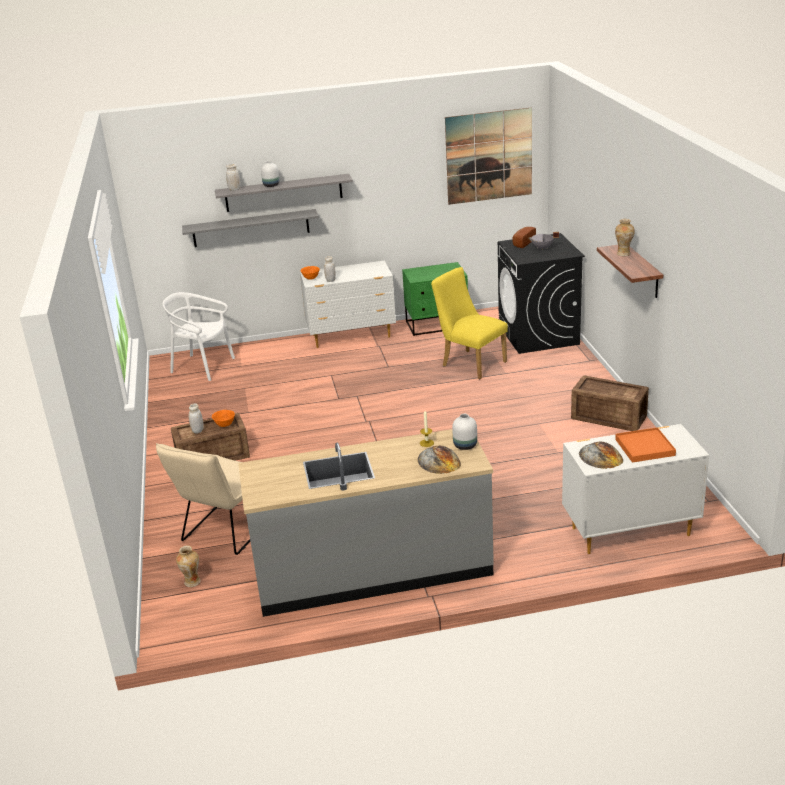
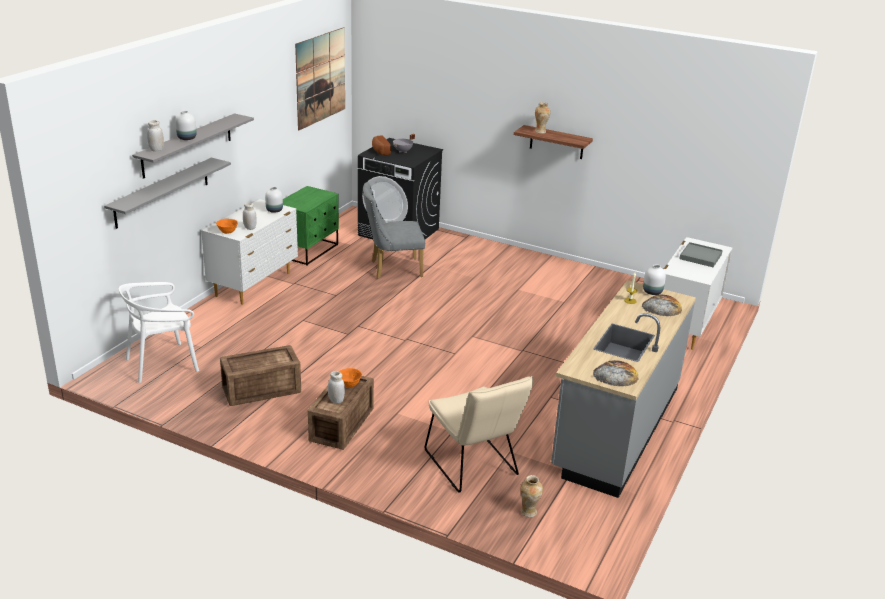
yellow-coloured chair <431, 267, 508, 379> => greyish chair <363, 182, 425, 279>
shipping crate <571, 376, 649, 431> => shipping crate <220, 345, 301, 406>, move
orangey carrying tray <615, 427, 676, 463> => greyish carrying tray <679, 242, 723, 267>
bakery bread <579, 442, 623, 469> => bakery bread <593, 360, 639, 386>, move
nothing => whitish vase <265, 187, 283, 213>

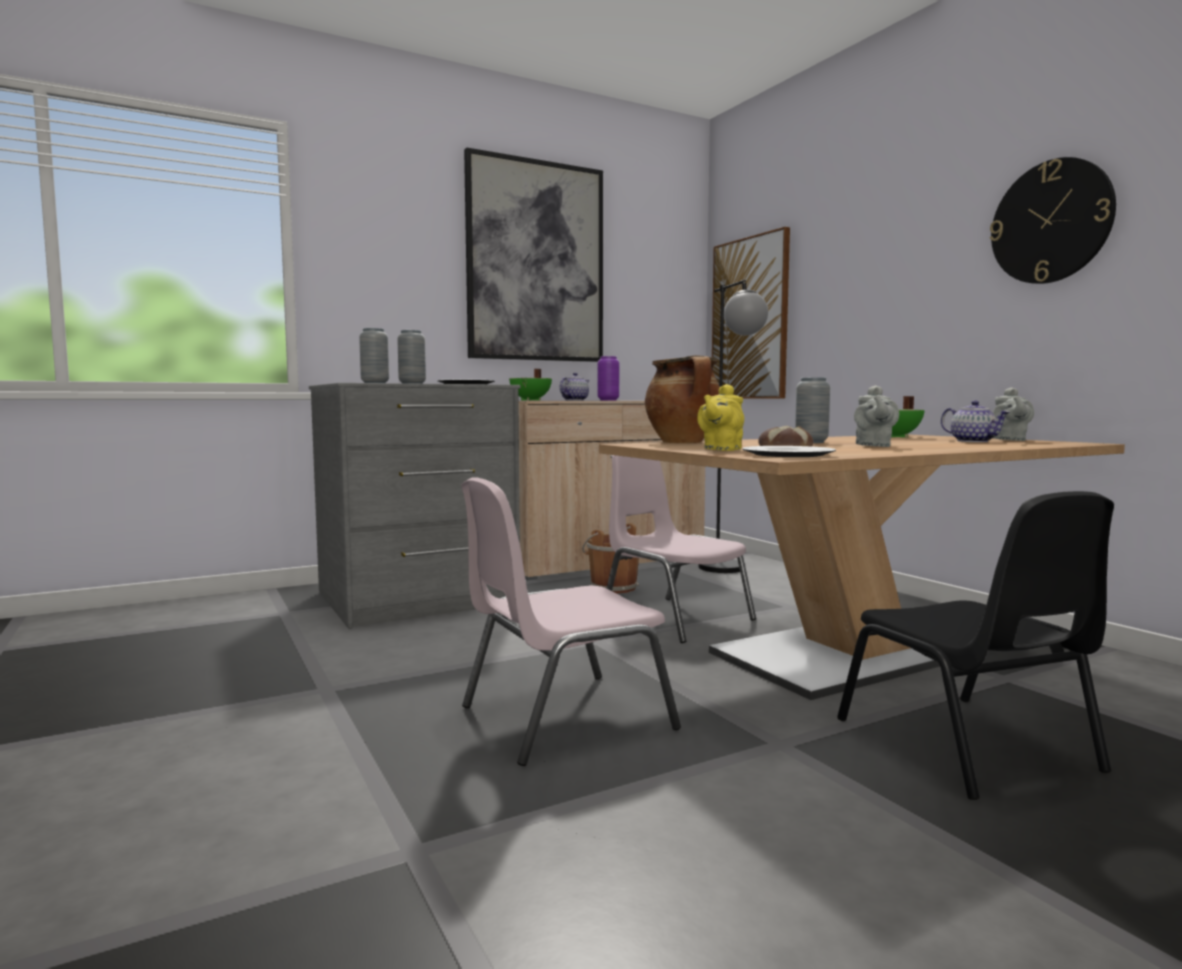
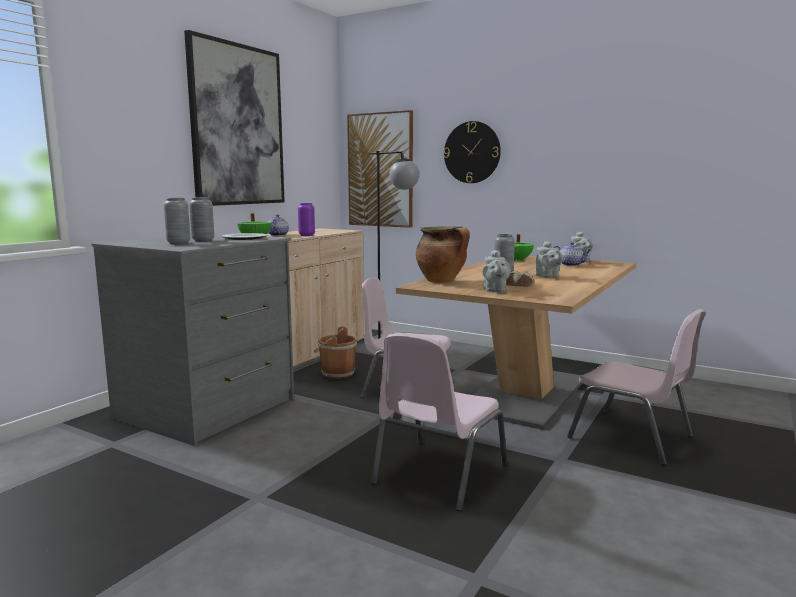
wall clock <990, 157, 1116, 284> => wall clock <444, 121, 501, 183>, move
yellow-coloured tea pot <697, 384, 744, 451> => greyish tea pot <482, 250, 511, 293>
flat dish <743, 446, 836, 457> => nothing
black-coloured chair <837, 491, 1114, 800> => pink chair <567, 309, 706, 466>

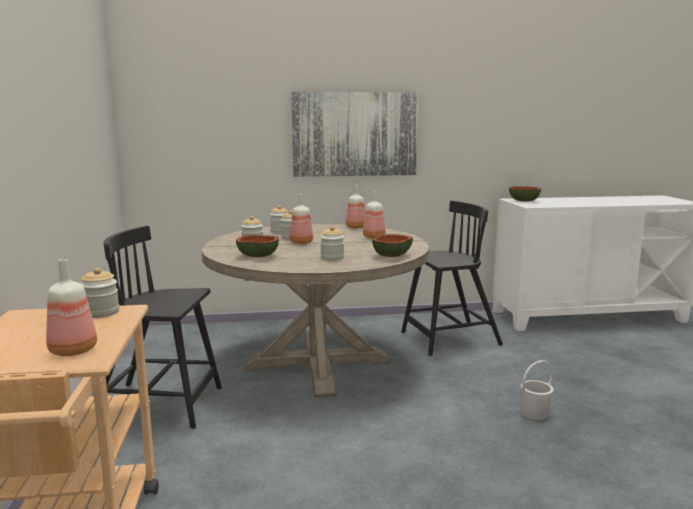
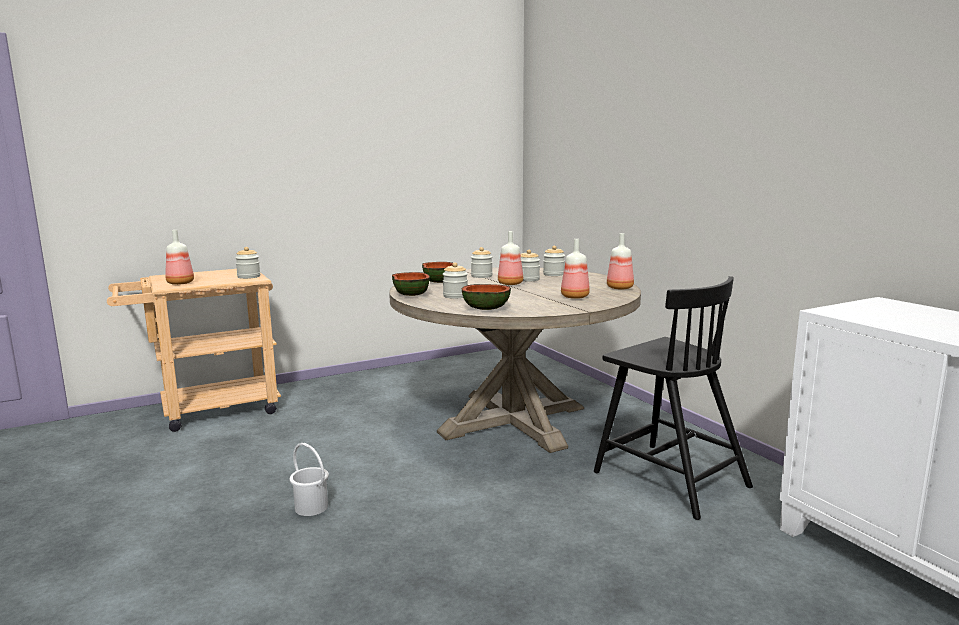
picture <291, 92, 419, 177> => nothing
serving bowl <509, 186, 541, 202> => serving bowl <392, 272, 430, 296>, move
black-coloured chair <104, 226, 222, 429> => nothing
whitish water bucket <521, 360, 554, 420> => whitish water bucket <290, 443, 329, 516>, move

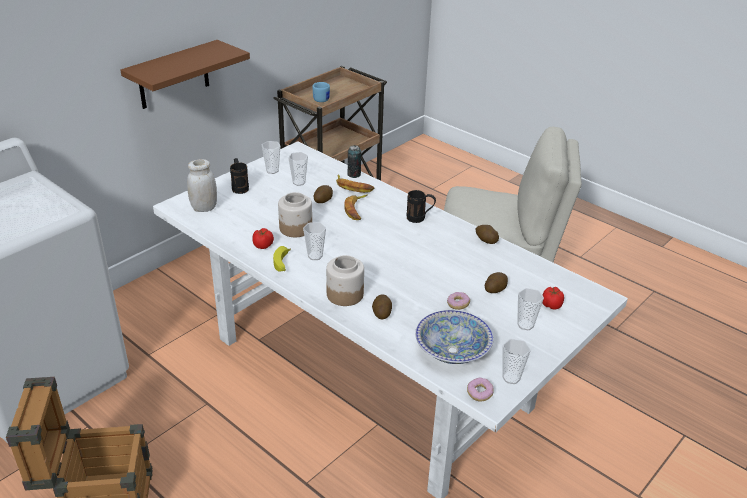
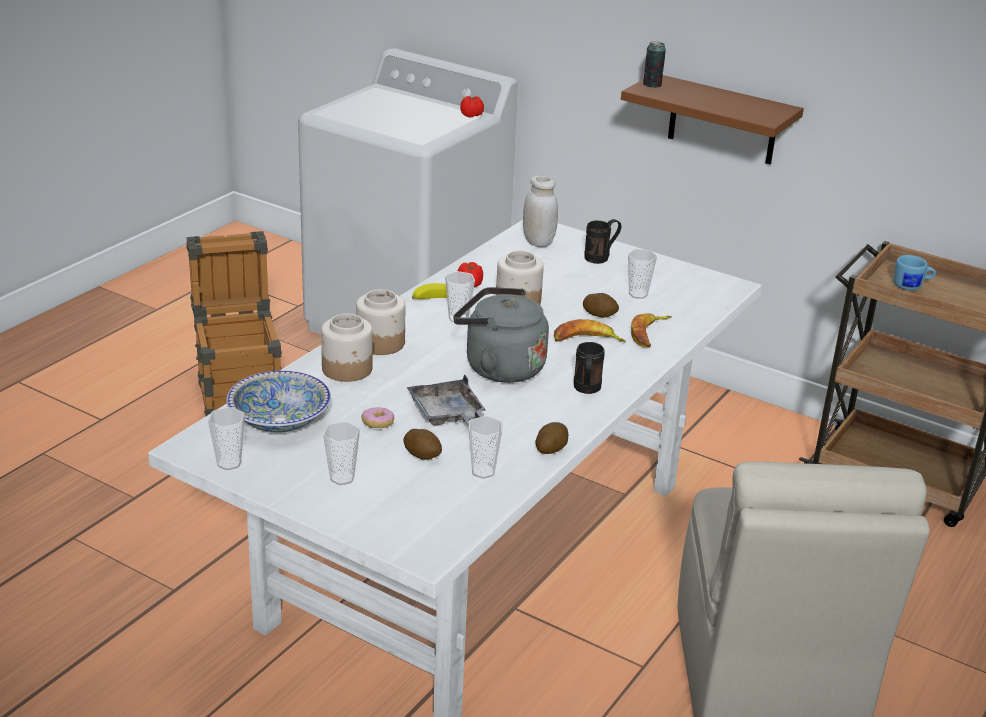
small cup <262, 141, 281, 174> => small cup <469, 416, 502, 479>, move
can <348, 145, 361, 178> => can <643, 41, 666, 88>, move
whole tomato <542, 287, 564, 310> => whole tomato <460, 96, 484, 118>, move
spud <372, 294, 392, 319> => preserve jar <321, 313, 373, 382>
donut <467, 378, 494, 402> => nothing
nothing => greyish kettle <453, 287, 549, 383>
nothing => greyish carrying tray <407, 374, 486, 426>

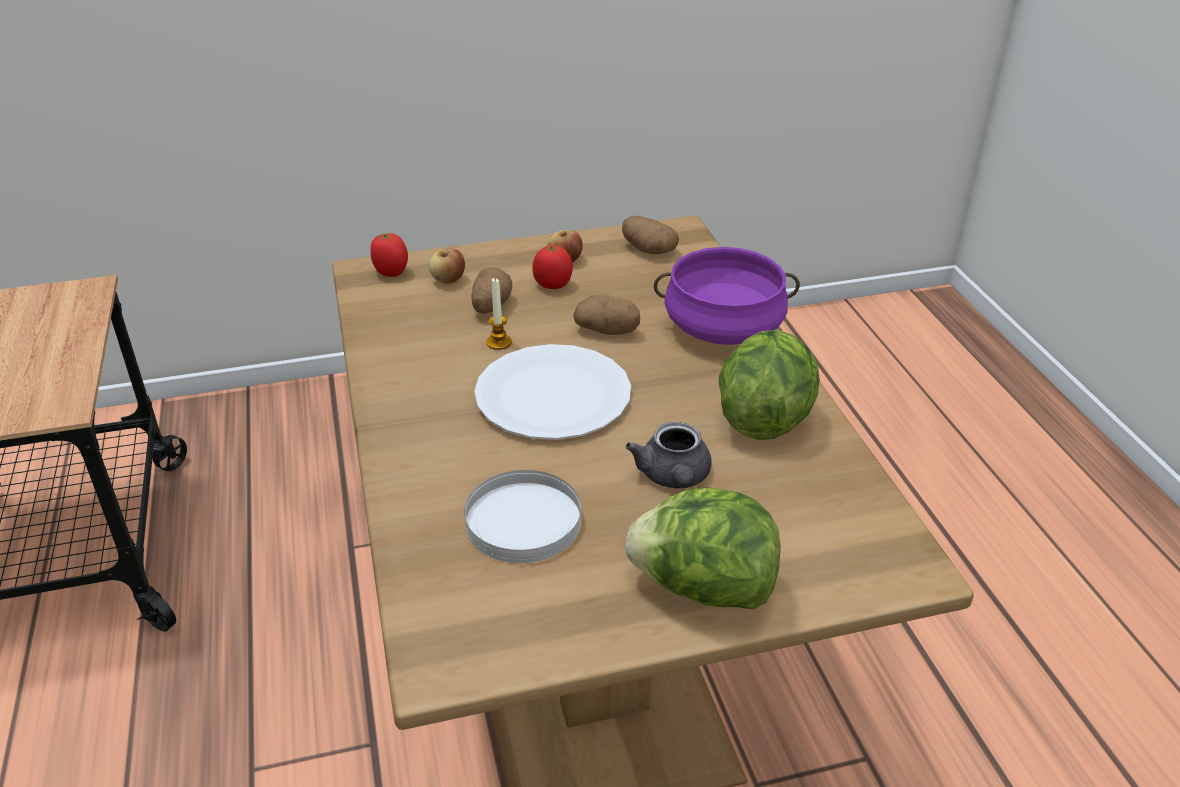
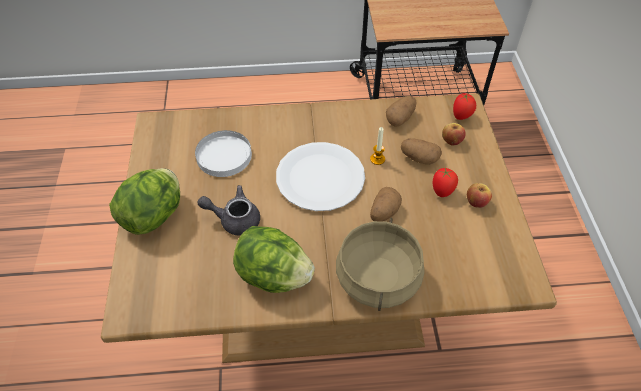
spud <622, 216, 679, 254> => spud <386, 96, 417, 127>, move
purple cooking pot <654, 247, 800, 345> => beige cooking pot <336, 218, 425, 311>

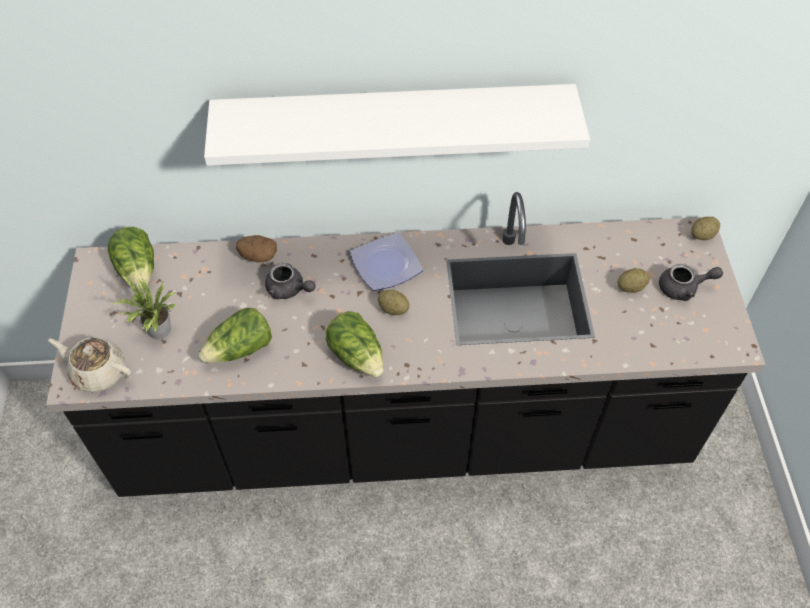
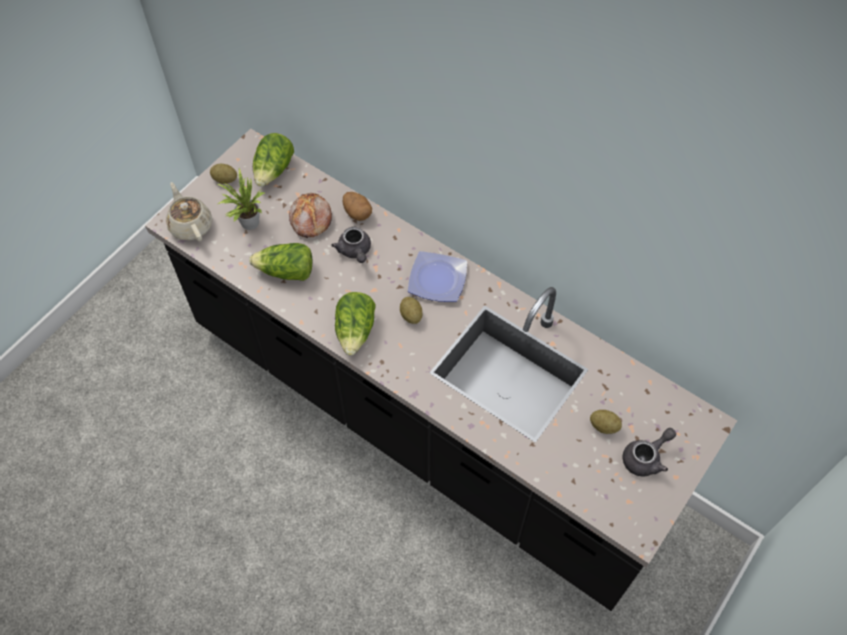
whitish wall shelf <204, 84, 590, 166> => nothing
spud <691, 217, 720, 240> => spud <210, 164, 237, 184>, move
greyish tea pot <659, 264, 723, 301> => greyish tea pot <623, 428, 676, 477>, 75 degrees counterclockwise
nothing => bakery bread <289, 193, 332, 238>

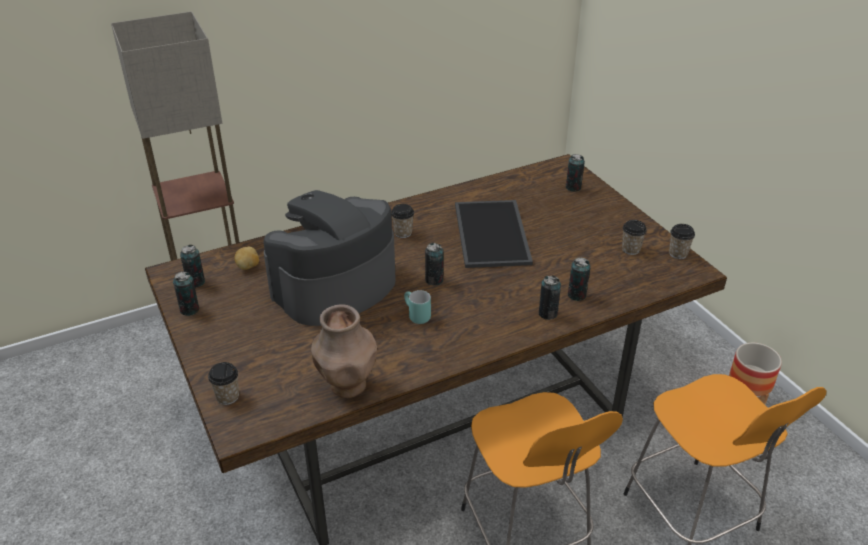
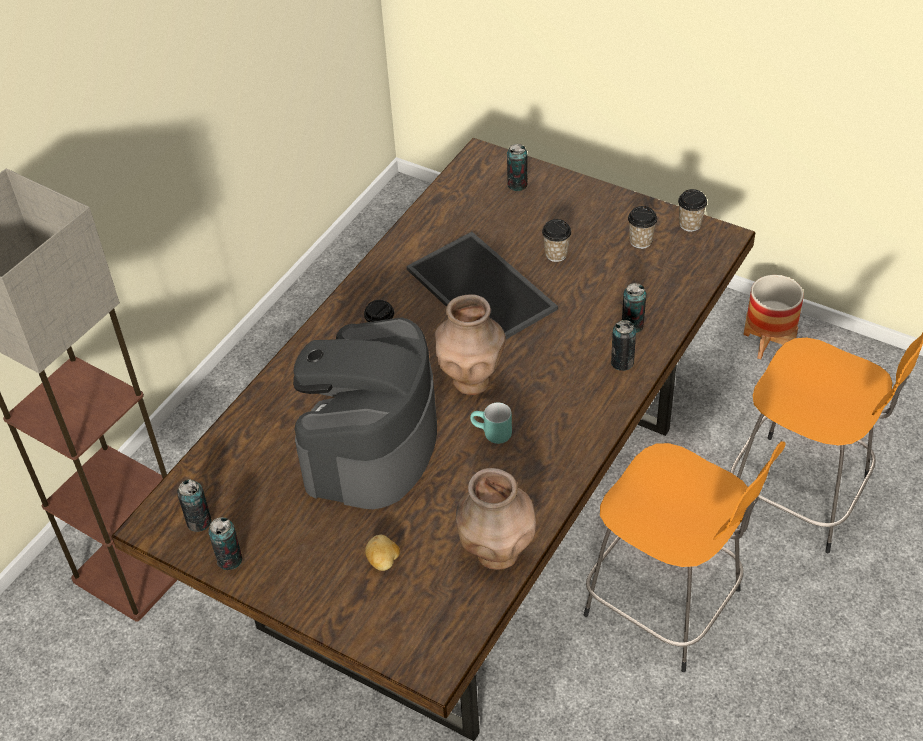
can <425, 243, 444, 286> => brown-coloured vase <435, 294, 506, 395>
spud <234, 247, 259, 270> => spud <365, 535, 400, 571>, move
small cup <208, 362, 239, 405> => small cup <542, 219, 571, 262>, move

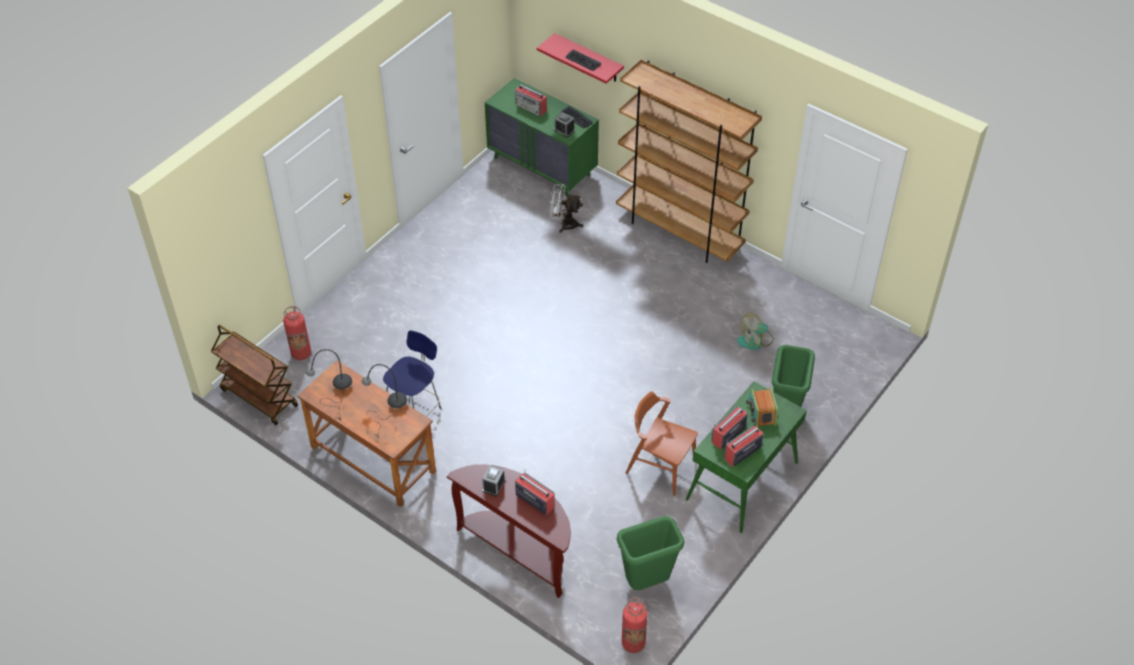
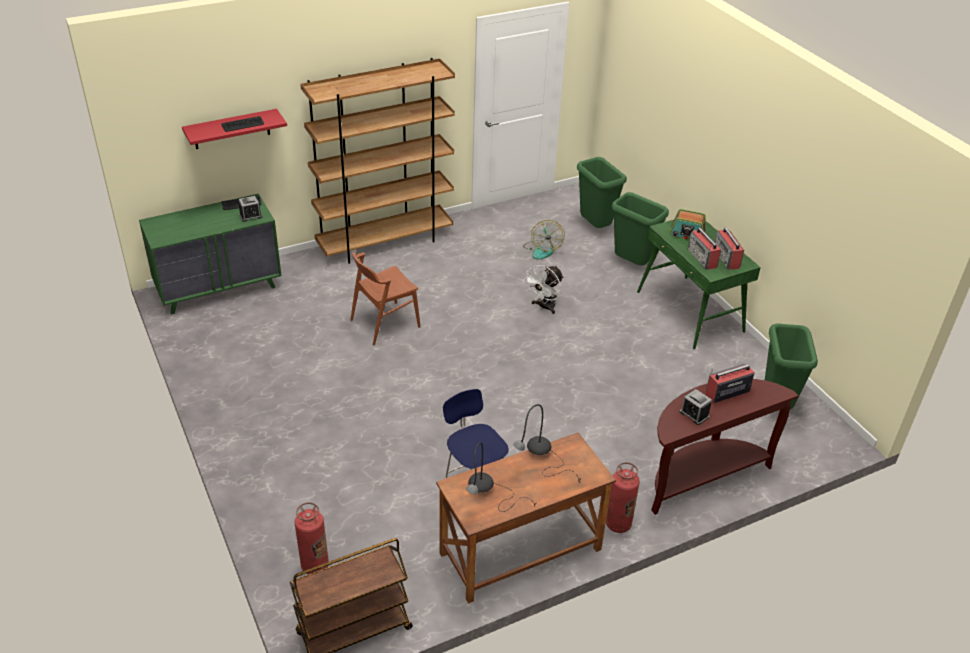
radio set <515, 85, 547, 116> => nothing
whitish fan <549, 184, 583, 233> => whitish fan <523, 265, 564, 314>, move
brown-coloured chair <626, 392, 698, 496> => brown-coloured chair <350, 252, 421, 346>, move
fire extinguisher <622, 598, 647, 653> => fire extinguisher <606, 462, 640, 533>, move
nothing => greenish trash can <577, 157, 627, 228>

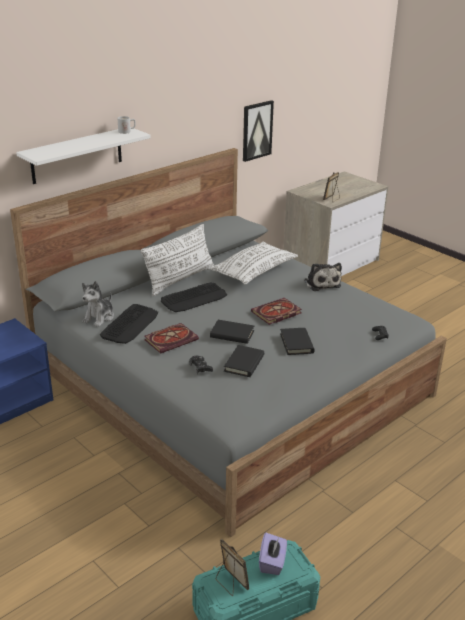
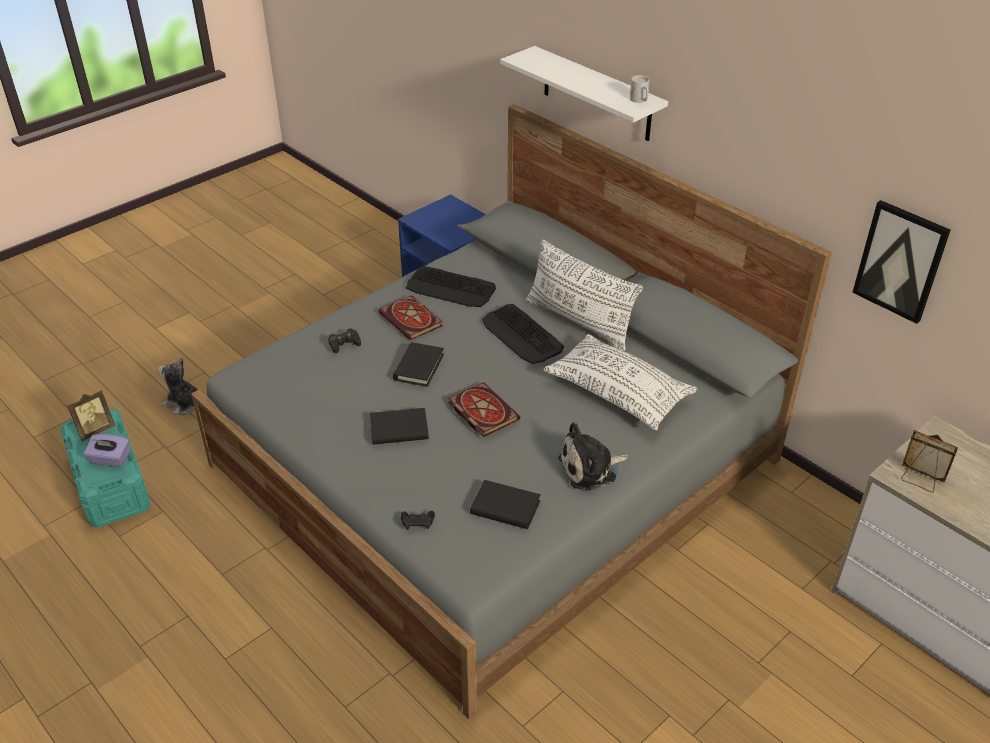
soft toy <82, 281, 114, 327> => soft toy <158, 357, 198, 415>, move
black-coloured volume <224, 345, 264, 377> => black-coloured volume <470, 480, 541, 529>, move

